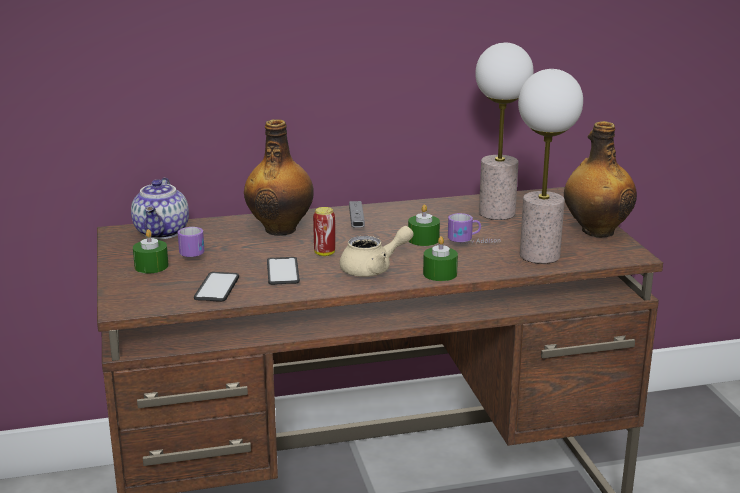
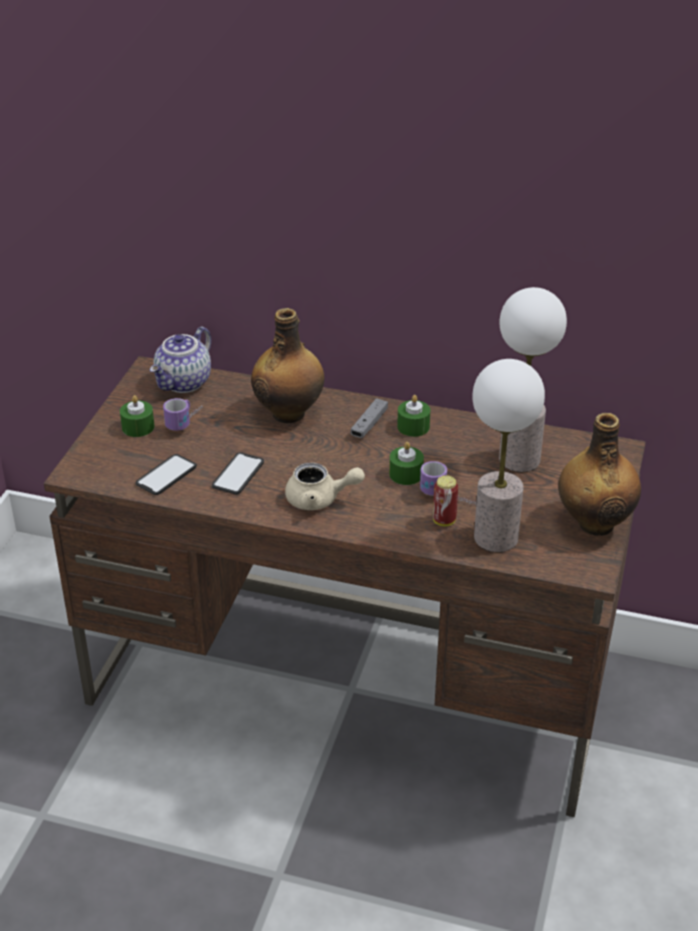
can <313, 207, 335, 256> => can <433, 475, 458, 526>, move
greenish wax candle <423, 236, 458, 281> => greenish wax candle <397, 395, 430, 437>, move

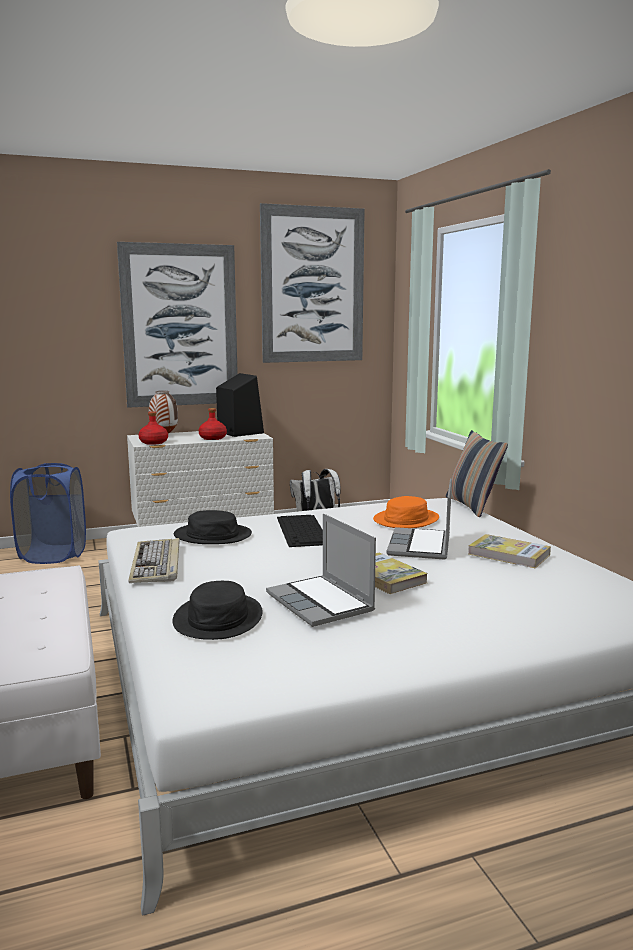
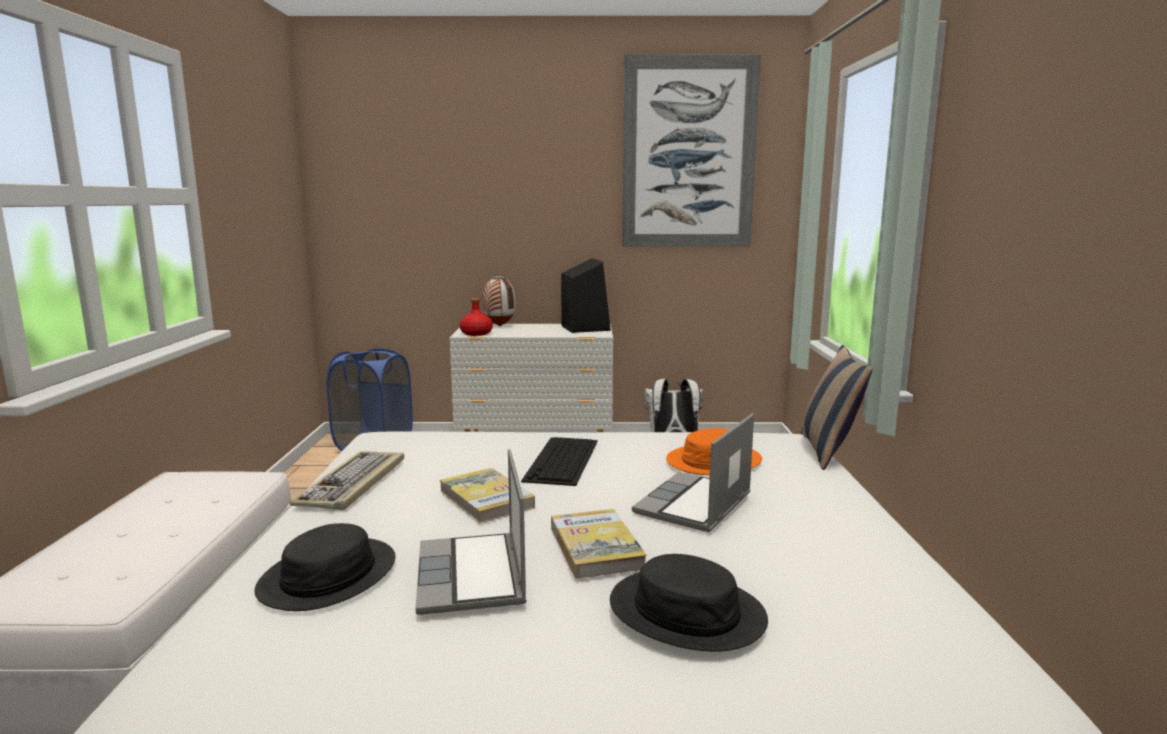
picture <117, 242, 238, 408> => nothing
red-coloured bottle <199, 408, 227, 440> => nothing
black-coloured clothing hat <174, 510, 252, 544> => black-coloured clothing hat <610, 554, 768, 652>, move
volume <468, 534, 551, 568> => volume <439, 468, 535, 524>, move

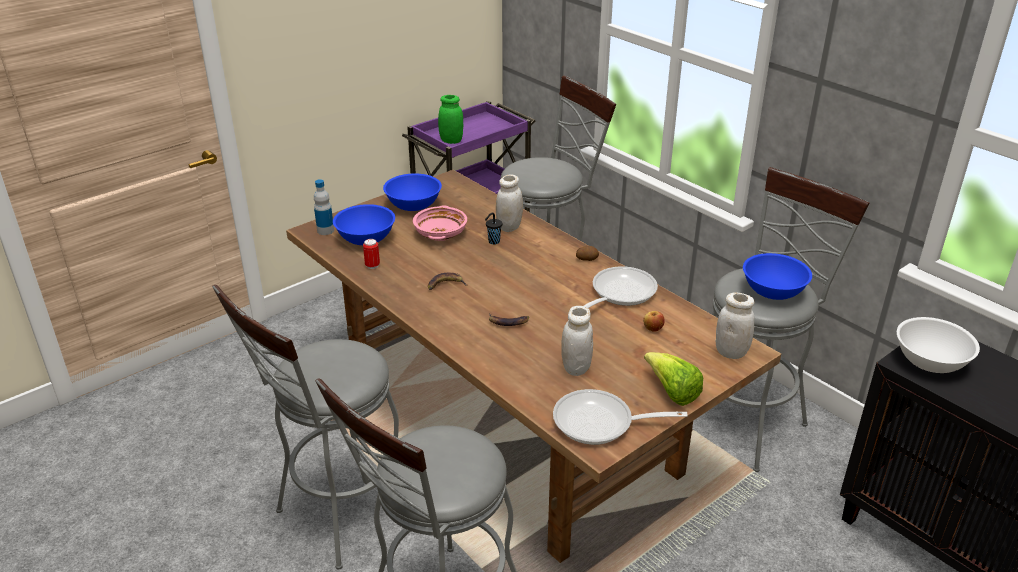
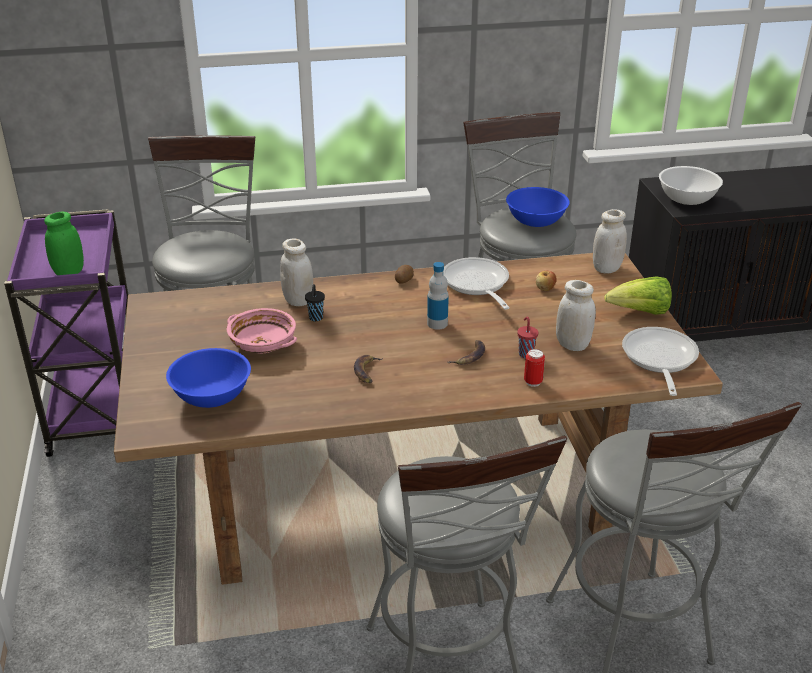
blue serving bowl <383, 173, 442, 211> => nothing
bottle <314, 179, 334, 235> => bottle <427, 262, 449, 329>, move
can <363, 239, 380, 269> => can <524, 349, 545, 387>, move
skillet <553, 389, 688, 445> => skillet <622, 327, 699, 396>, 150 degrees clockwise
nothing => red-coloured small cup <517, 317, 538, 358>

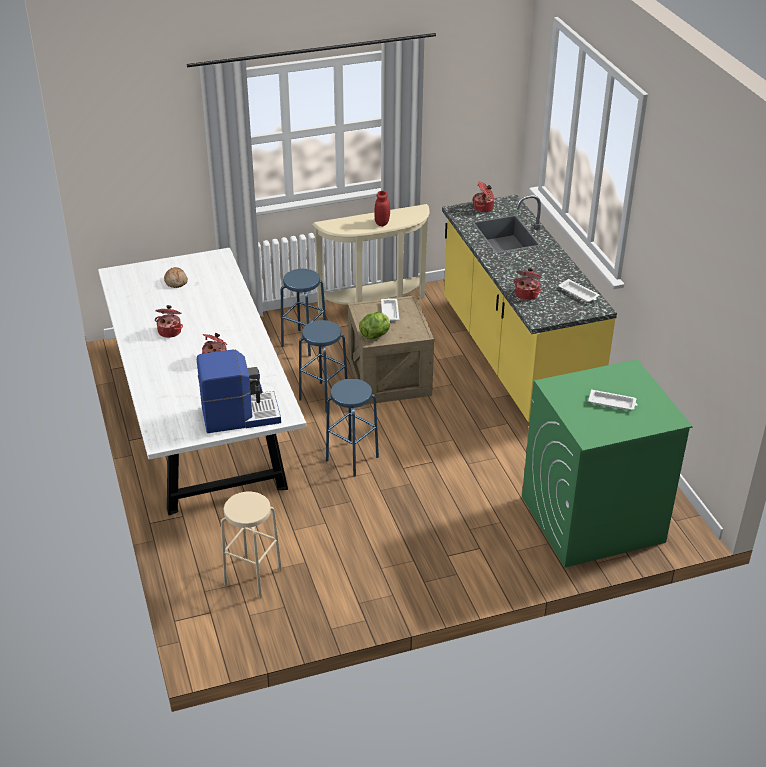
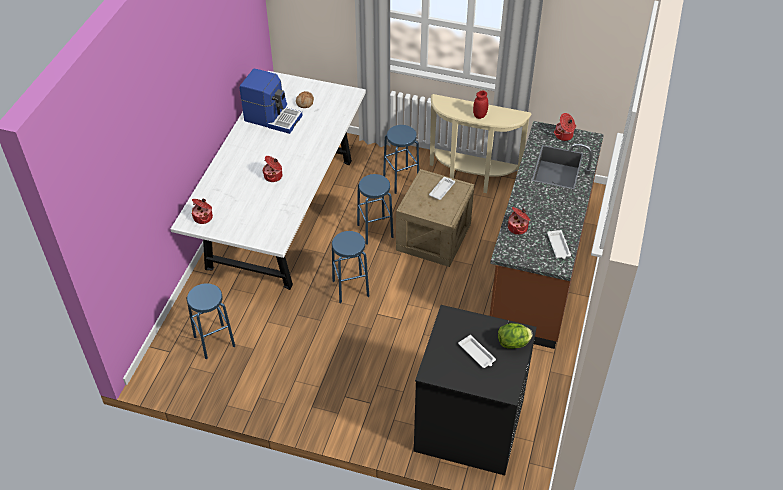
yellow-coloured kitchen base unit <442, 195, 617, 422> => brown-coloured kitchen base unit <490, 121, 604, 349>
cooking pot <155, 305, 183, 338> => cooking pot <192, 199, 213, 224>, move
lettuce head <359, 312, 390, 339> => lettuce head <498, 323, 532, 349>, move
coffee maker <197, 349, 281, 433> => coffee maker <240, 69, 303, 134>, move
greenish laundry machine <522, 359, 693, 567> => black-coloured laundry machine <414, 305, 537, 475>
beige sitting stool <221, 492, 282, 598> => blue sitting stool <186, 283, 235, 359>

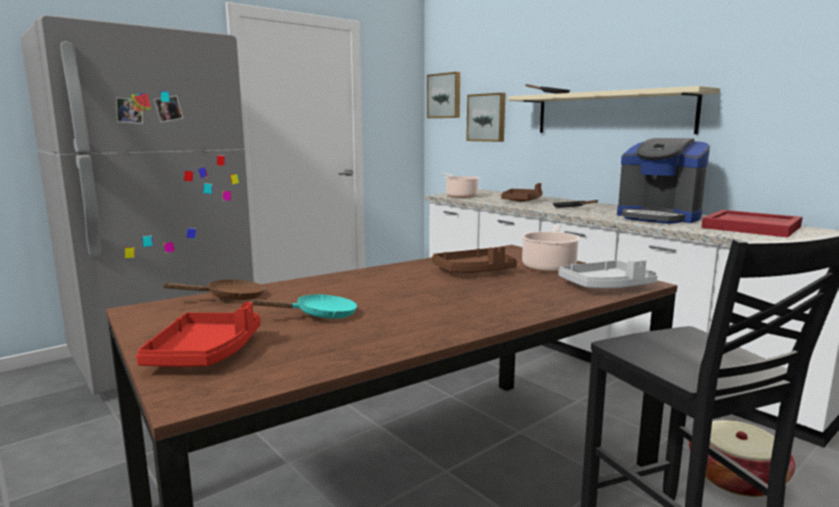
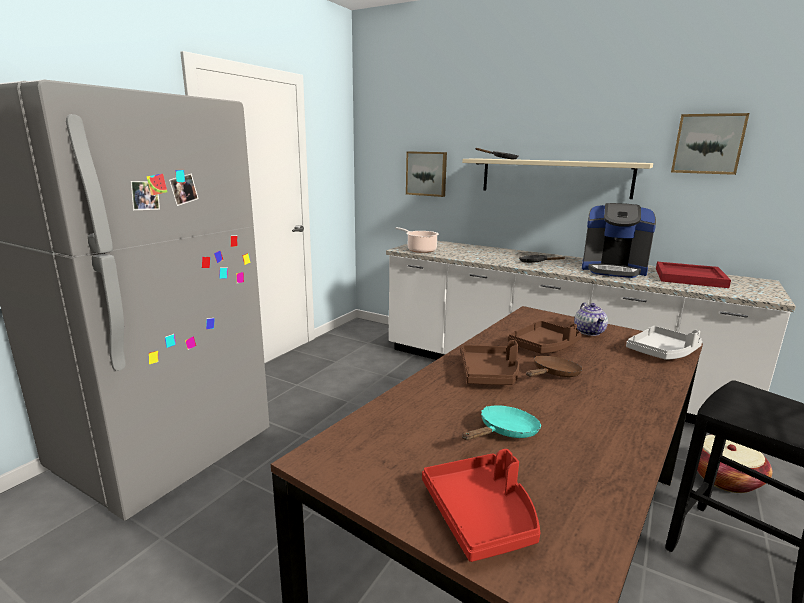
picture <427, 72, 460, 118> => picture <671, 113, 749, 175>, move
brown-coloured carrying tray <501, 183, 542, 202> => brown-coloured carrying tray <461, 340, 519, 385>, move
cooking pot <521, 223, 581, 272> => tea pot <574, 302, 608, 336>
brown-coloured skillet <161, 279, 265, 300> => brown-coloured skillet <526, 356, 583, 377>, move

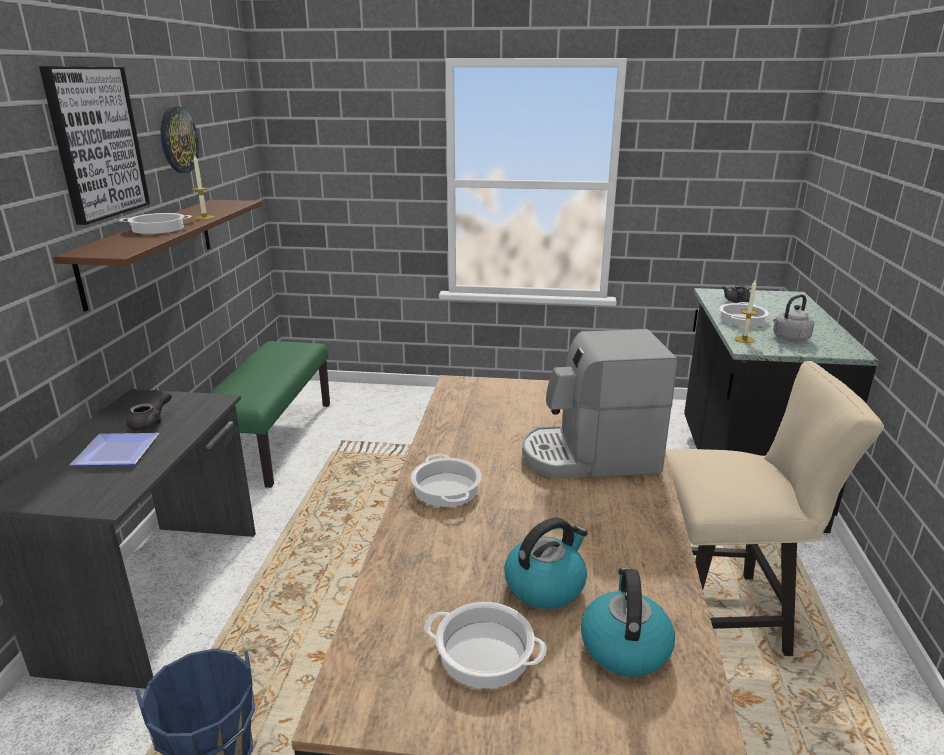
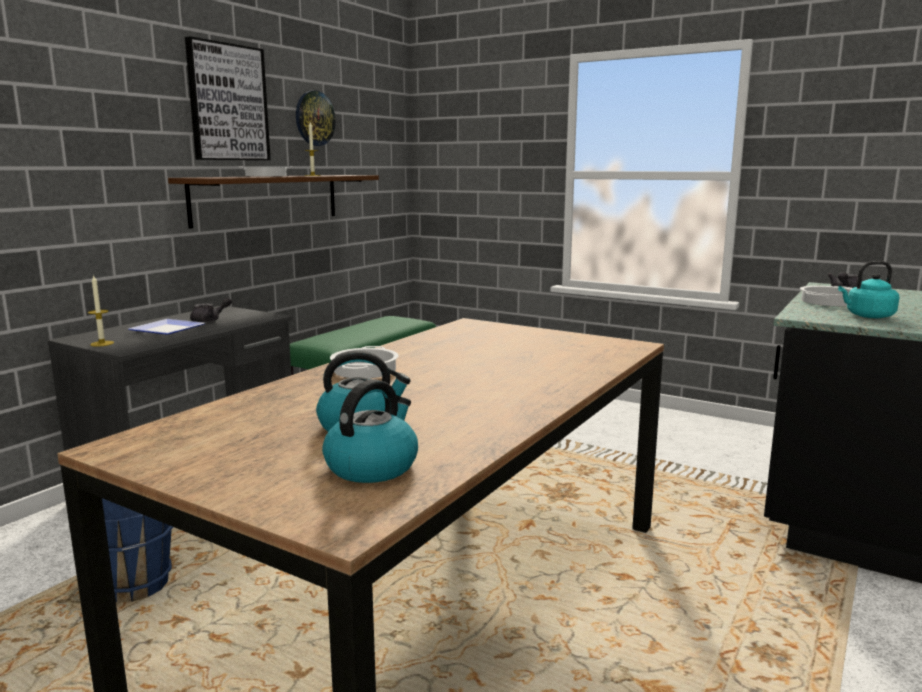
wax candle <735, 280, 758, 343> => wax candle <88, 274, 114, 347>, move
greyish kettle <773, 294, 814, 341> => turquoise kettle <838, 261, 899, 318>
coffee maker <522, 329, 677, 479> => nothing
beige chair <666, 361, 884, 656> => nothing
cooking pot <424, 602, 547, 689> => nothing

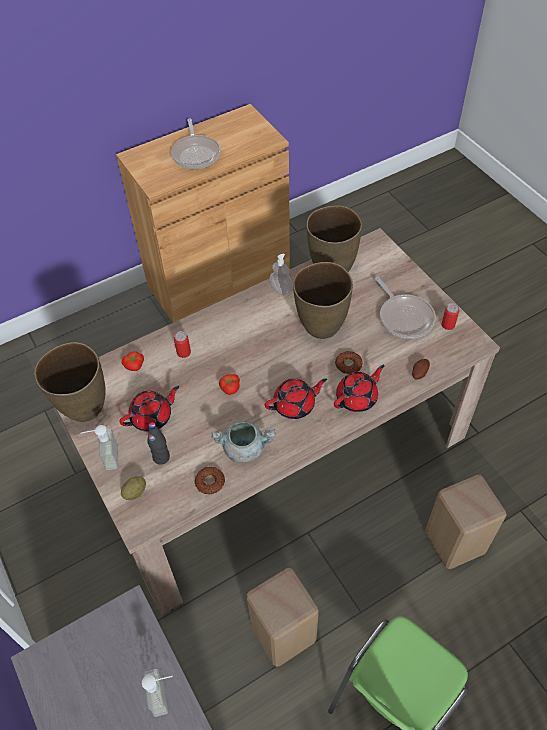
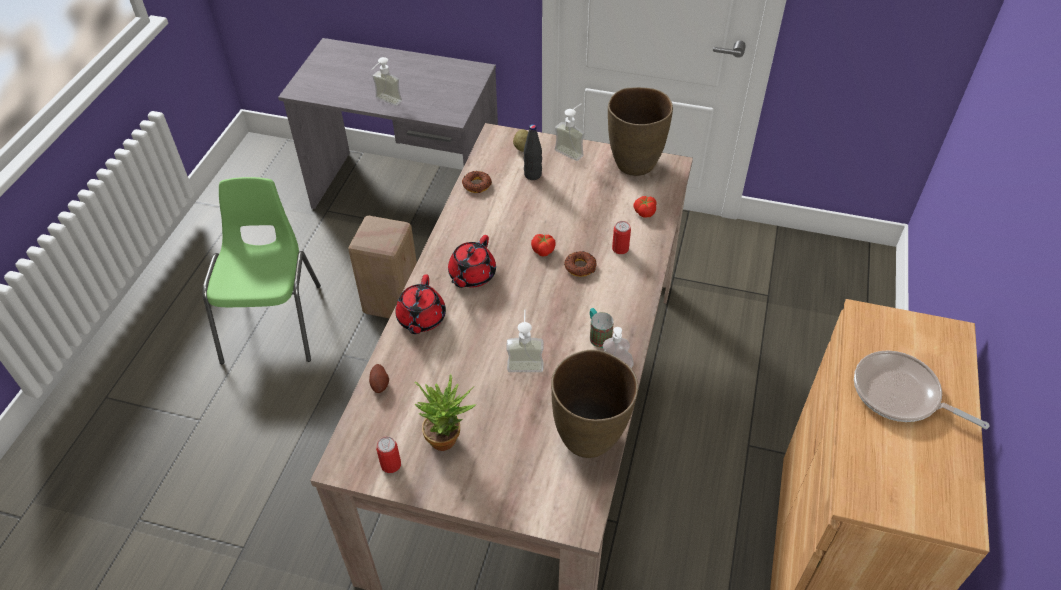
brown-coloured vase <293, 262, 353, 339> => soap bottle <506, 310, 543, 372>
skillet <375, 277, 436, 339> => plant in a pot <414, 374, 476, 451>
donut <335, 351, 363, 374> => donut <564, 251, 596, 277>, move
red-coloured tea pot <119, 386, 179, 432> => nothing
greyish cooking pot <211, 422, 276, 463> => nothing
beige sitting stool <425, 475, 507, 569> => nothing
nothing => coffee mug <590, 308, 614, 348>

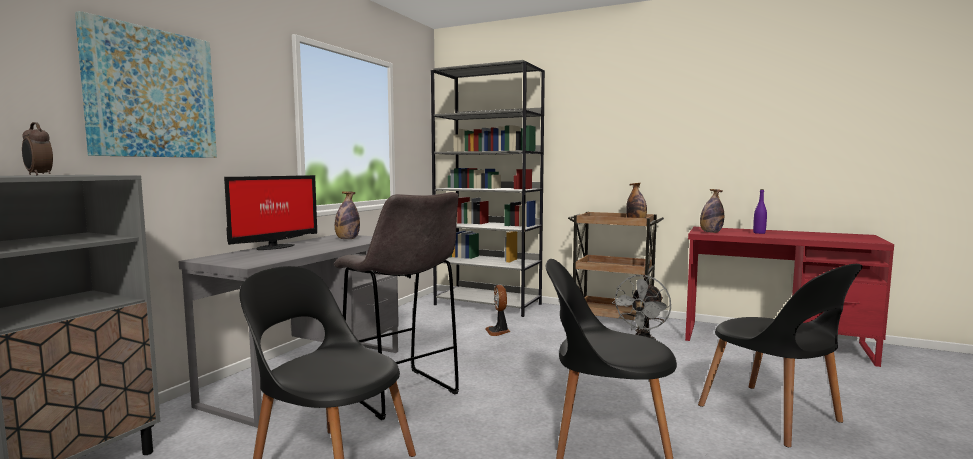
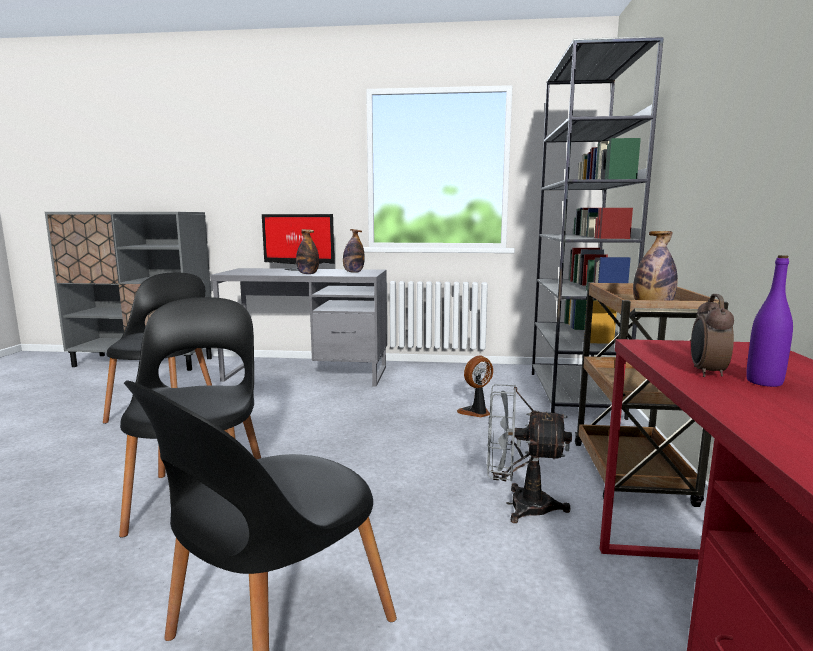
picture <75, 11, 217, 158> => nothing
bedside clock <22, 122, 53, 175> => bedside clock <691, 294, 734, 377>, move
bottle <700, 189, 724, 233> => bottle <296, 229, 319, 274>, move
greyish sitting stool <334, 192, 459, 420> => nothing

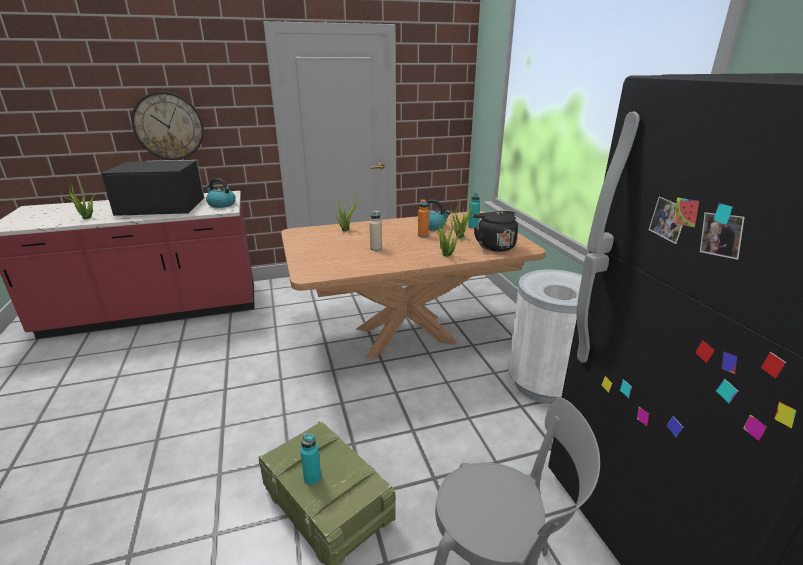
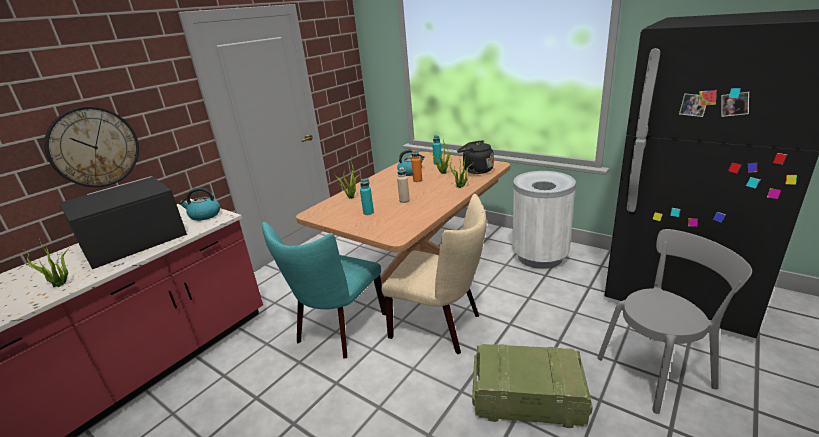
turquoise bottle <300, 433, 321, 486> => turquoise bottle <360, 178, 374, 215>, move
nothing => beige chair <381, 194, 487, 354>
nothing => turquoise chair <262, 222, 386, 359>

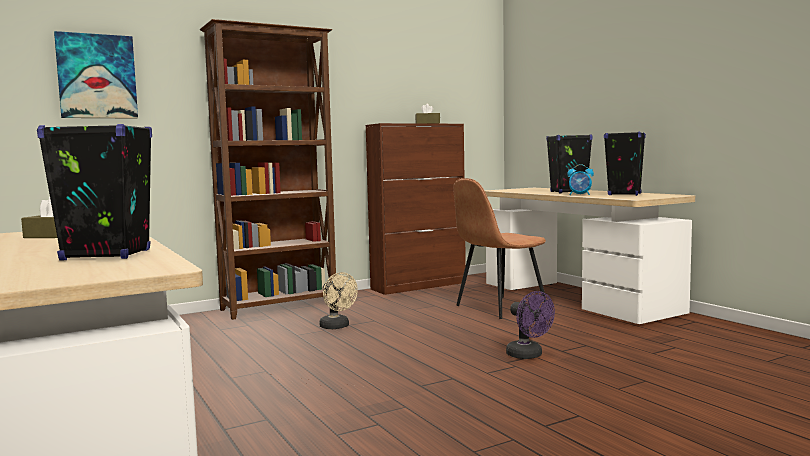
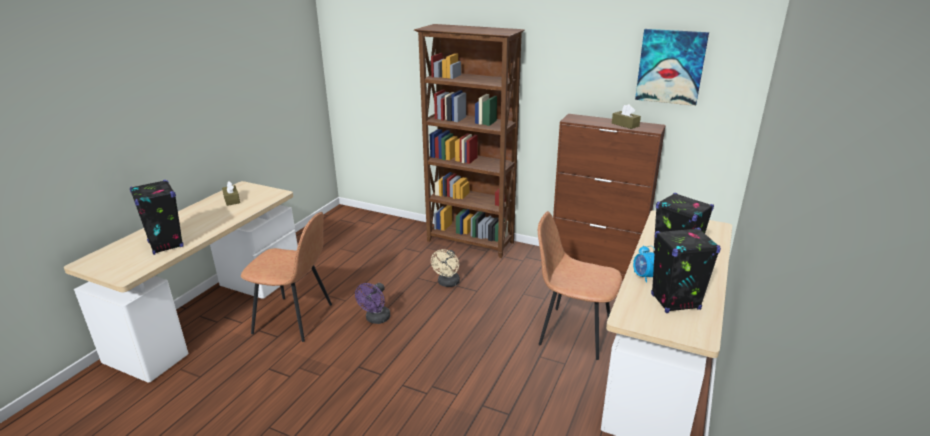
picture <54, 31, 138, 119> => picture <635, 29, 709, 106>, move
purple fan <506, 291, 555, 359> => purple fan <355, 283, 390, 324>, move
nothing => brown-coloured chair <241, 212, 332, 342>

